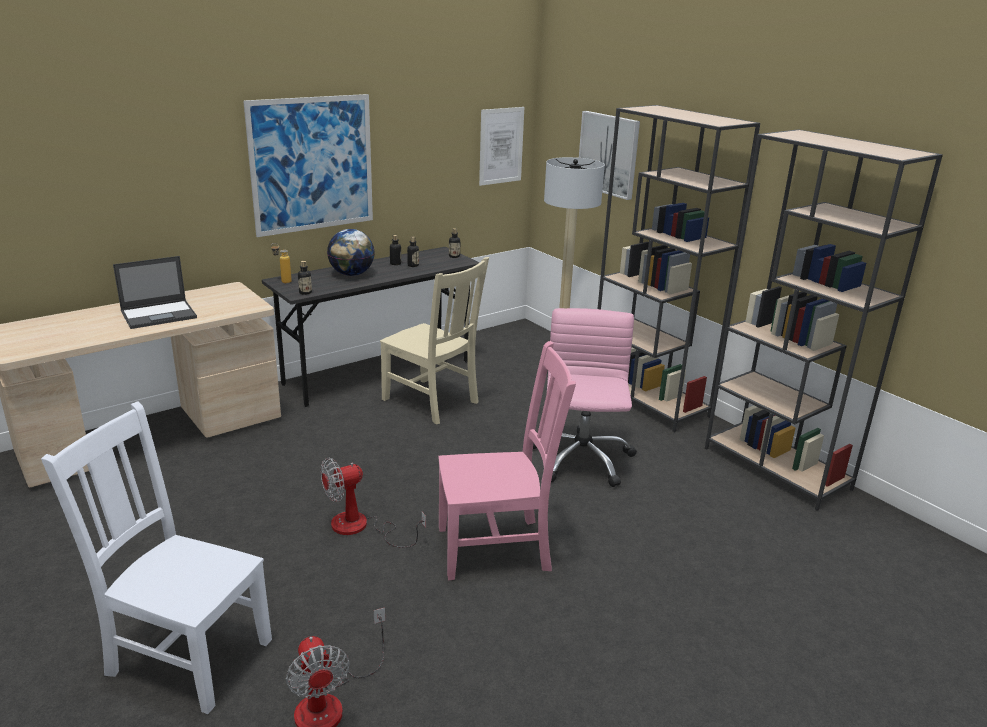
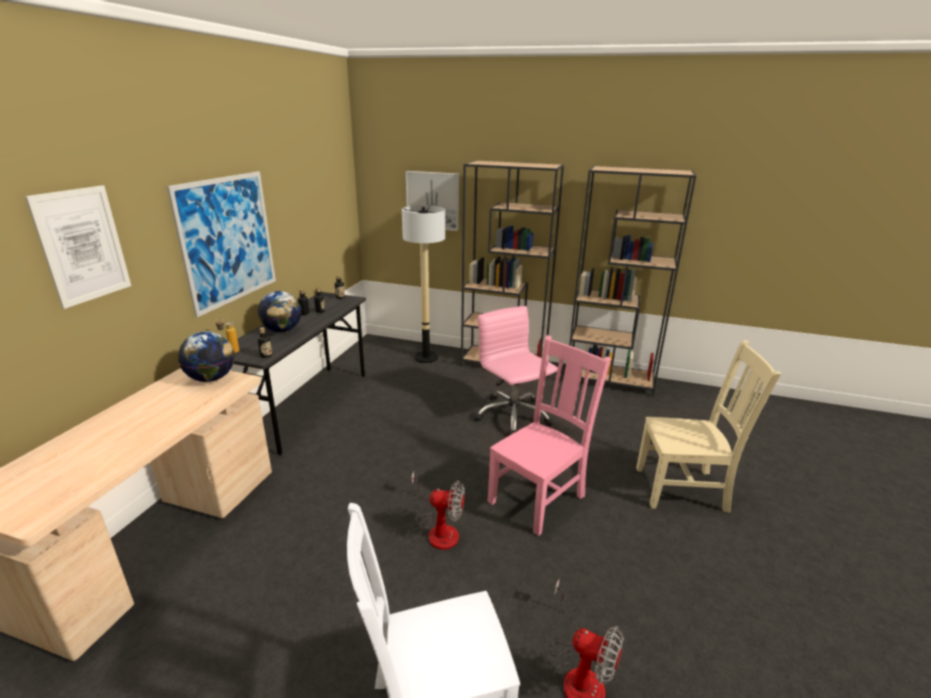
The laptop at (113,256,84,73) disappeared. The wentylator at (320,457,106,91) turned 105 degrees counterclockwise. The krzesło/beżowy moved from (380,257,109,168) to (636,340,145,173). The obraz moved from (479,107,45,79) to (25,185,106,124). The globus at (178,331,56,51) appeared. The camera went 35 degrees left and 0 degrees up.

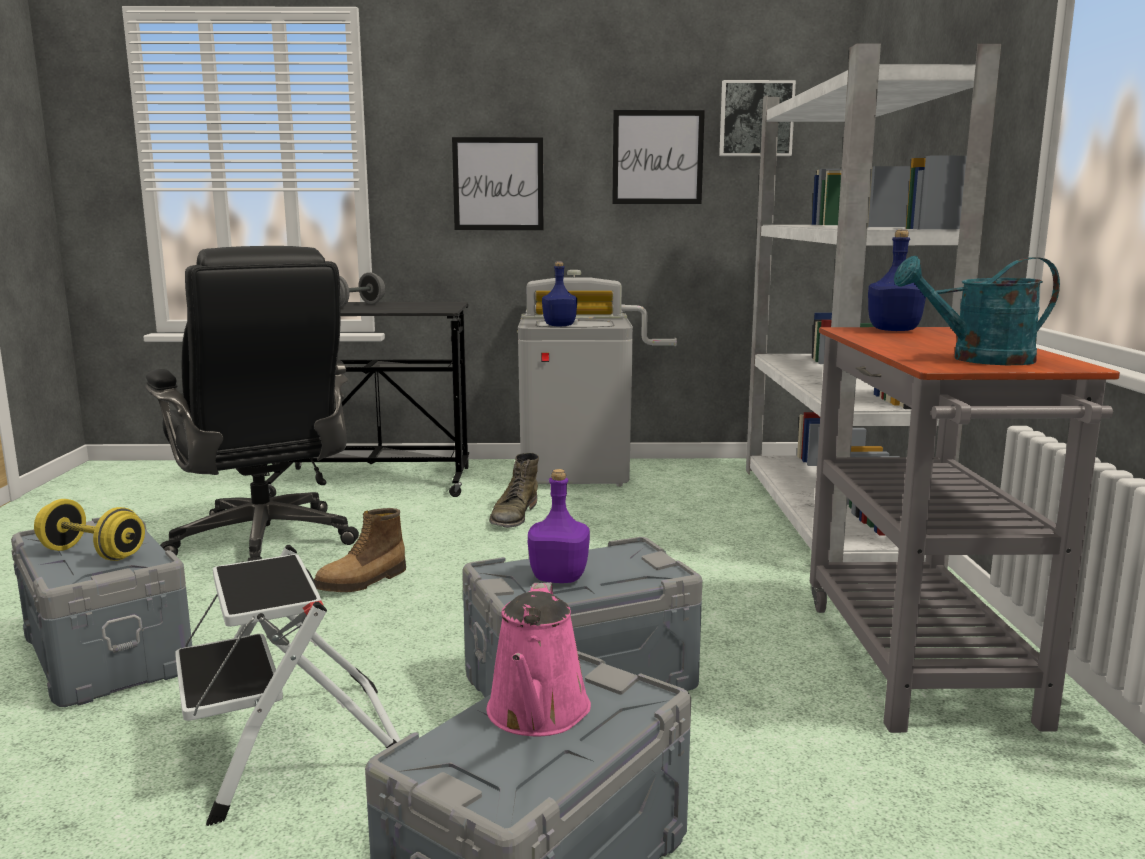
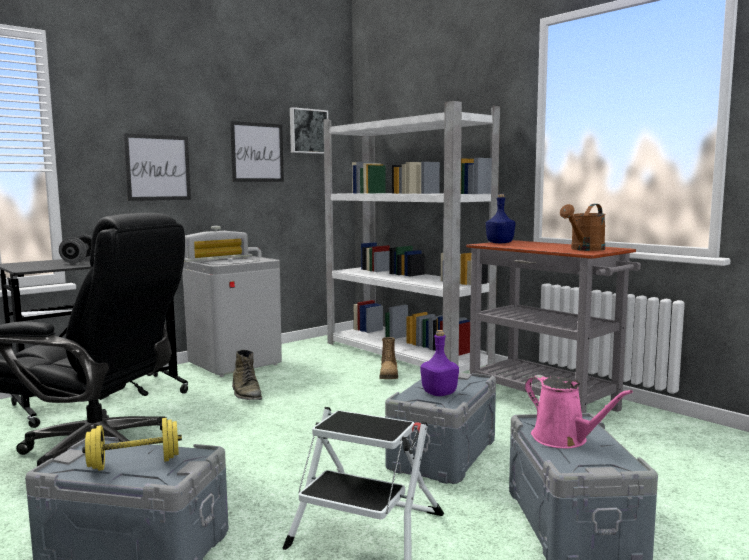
The but z cholewką moved from (314,508,92,84) to (379,337,19,42). The butelka/niebieski at (542,261,35,65) disappeared. The konewka/turkusowy at (894,256,166,109) became the konewka/brązowy at (560,204,46,47). The camera went 40 degrees left and 5 degrees down.

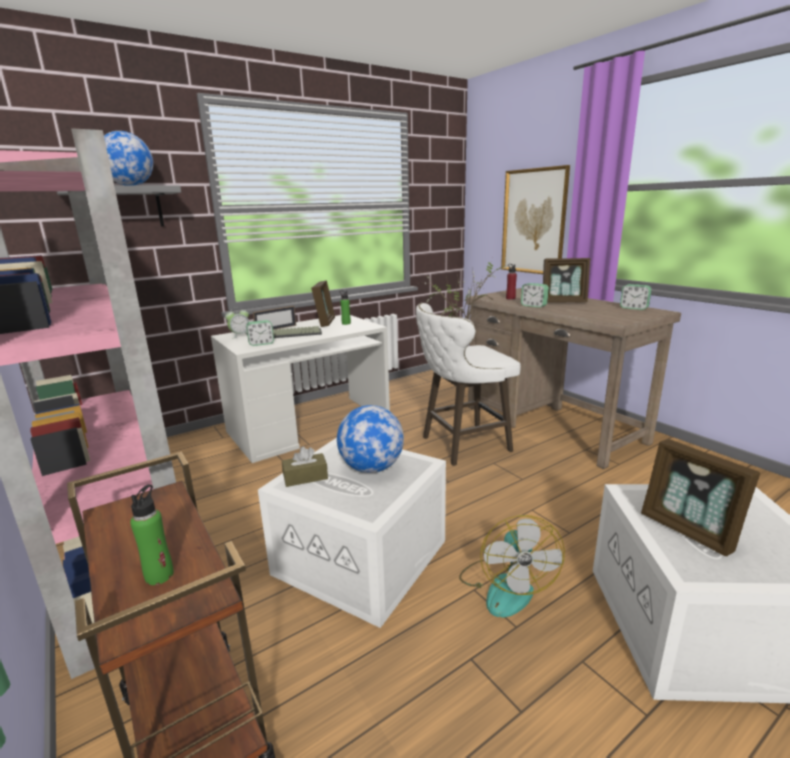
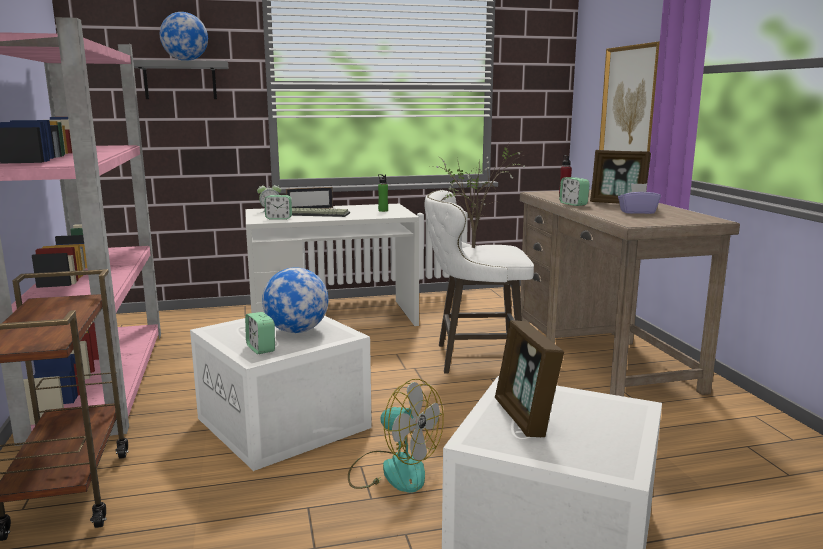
The butelka/zielony at (130,485,44,100) disappeared. The pudełko chusteczek/brązowy at (282,446,46,41) disappeared. The ramka na zdjęcie at (311,280,24,47) disappeared. The wentylator at (459,515,106,102) turned 75 degrees counterclockwise. The budzik moved from (620,284,32,26) to (245,312,30,42). The pudełko chusteczek/fioletowy at (618,184,43,30) appeared. The camera went 20 degrees right and 5 degrees down.

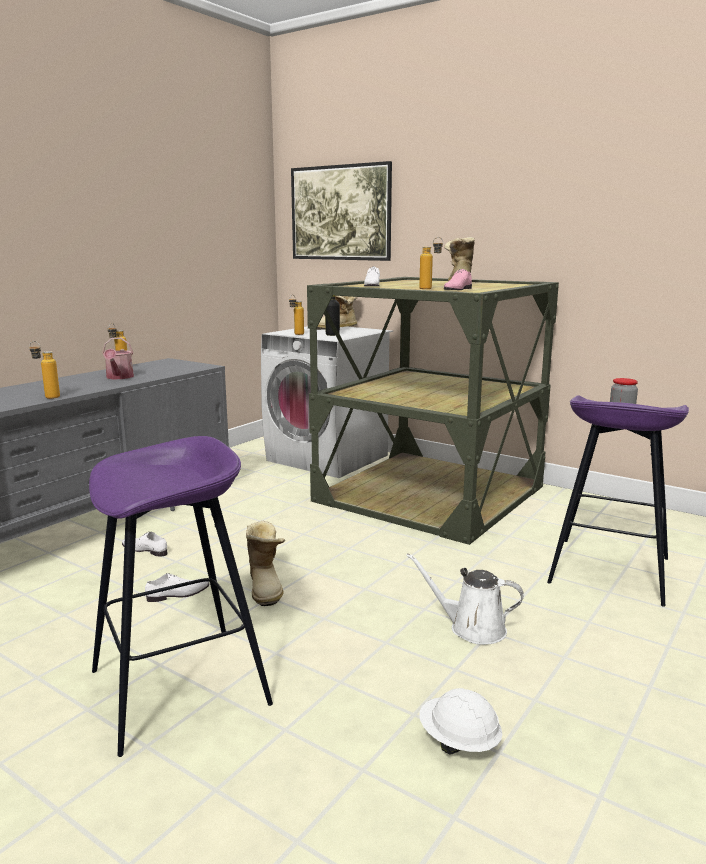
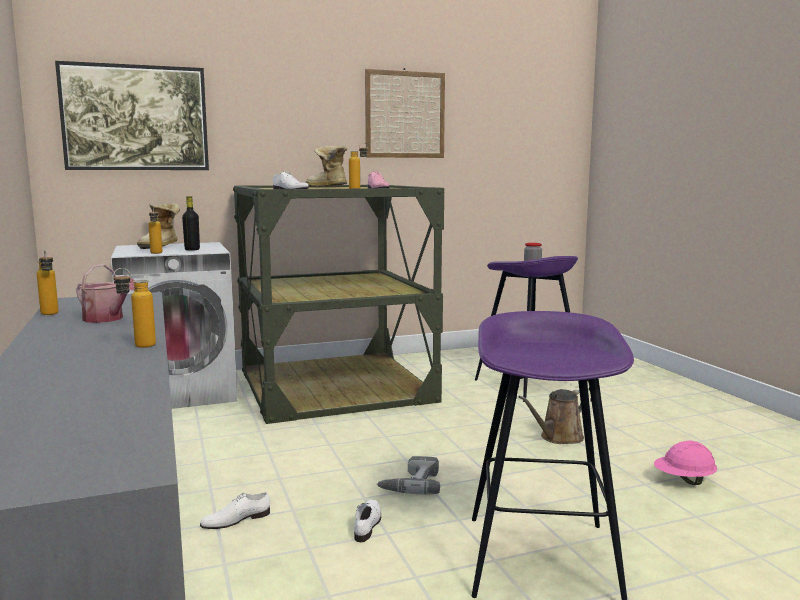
The but z cholewką at (246,521,39,85) was replaced by the wiertarka at (377,456,63,39). The konewka/biały at (406,553,118,92) became the konewka/brązowy at (518,389,66,55). The kask/biały at (419,688,83,66) became the kask/różowy at (654,441,63,44). The obraz at (365,68,80,90) appeared. The camera went 55 degrees left and 5 degrees down.

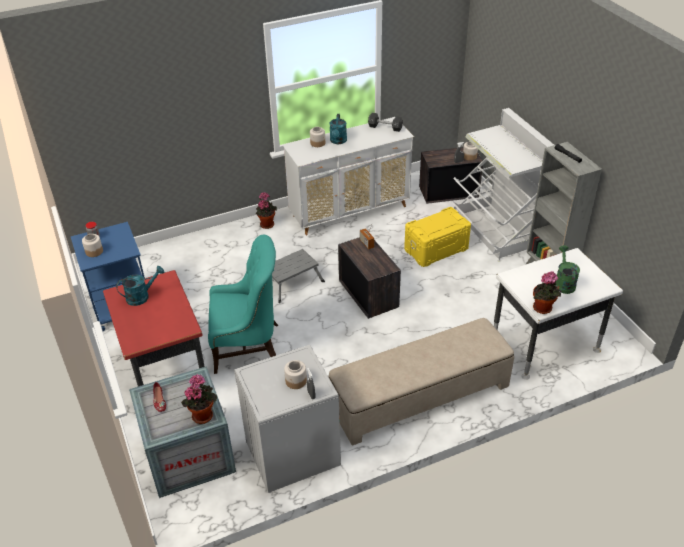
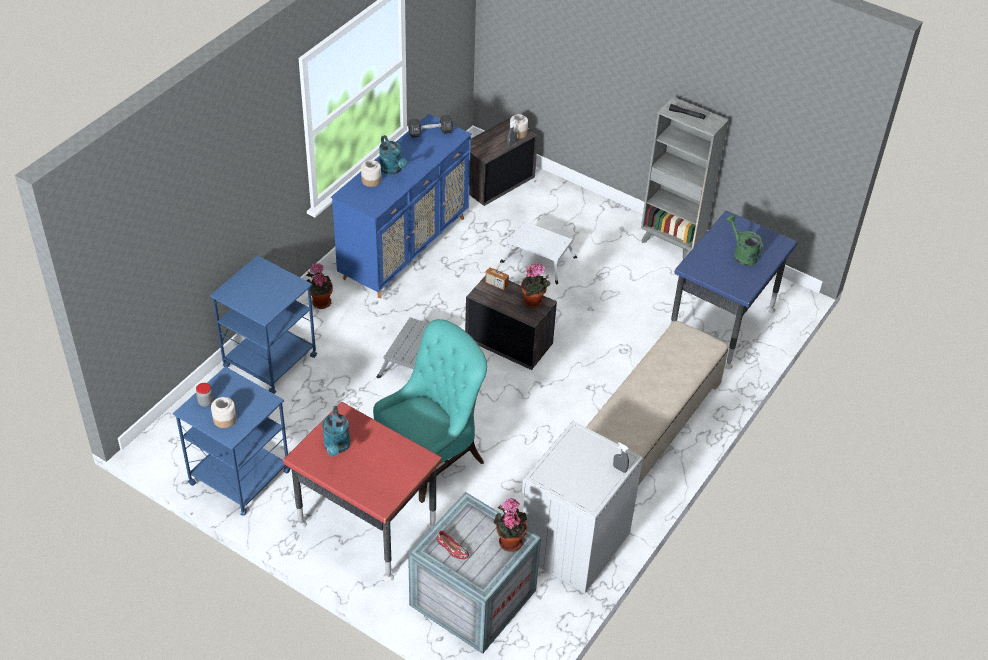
The konewka/turkusowy at (116,266,48,40) turned 150 degrees clockwise. The szafka/biały at (283,117,131,118) became the szafka/niebieski at (331,114,141,184). The słoik at (284,360,23,29) disappeared. The pojemnik do przechowywania/żółty at (404,207,67,60) was replaced by the drabinka/biały at (500,221,77,64). The regał na buty/biały at (451,108,103,154) disappeared. The biurko/biały at (494,248,129,132) became the biurko/niebieski at (671,211,126,158). The roślina doniczkowa moved from (533,271,28,43) to (521,263,30,45). The wózek/niebieski at (210,255,107,139) appeared. The camera went 35 degrees left and 5 degrees up.

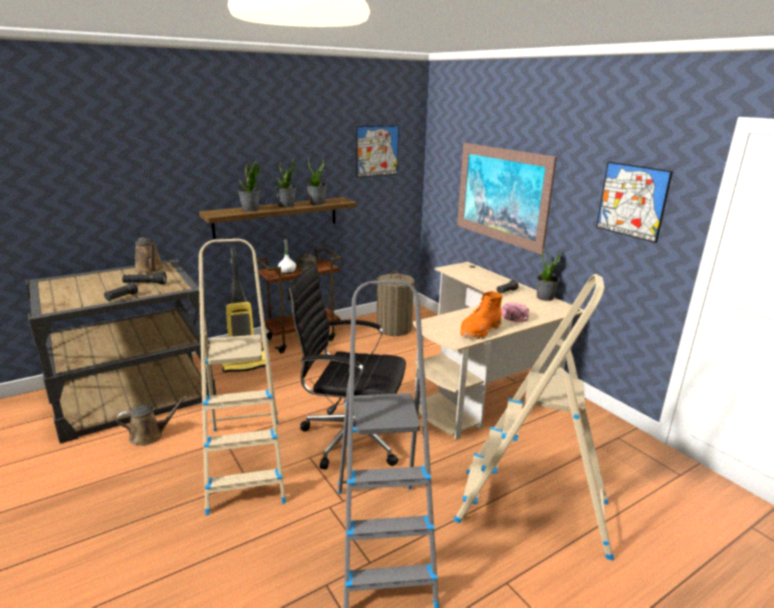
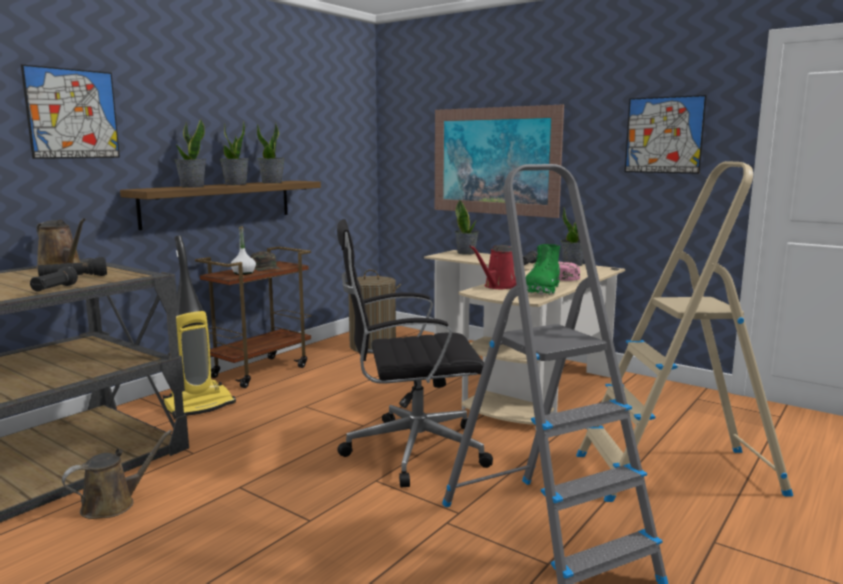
The drabinka/beżowy at (199,239,87,277) disappeared. The obraz moved from (356,125,43,53) to (21,64,99,95). The but z cholewką/pomarańczowy at (460,291,43,48) became the but z cholewką/zielony at (526,244,34,51). The roślina doniczkowa at (455,199,24,56) appeared. The konewka/czerwony at (469,245,47,44) appeared. The camera went 20 degrees left and 10 degrees down.

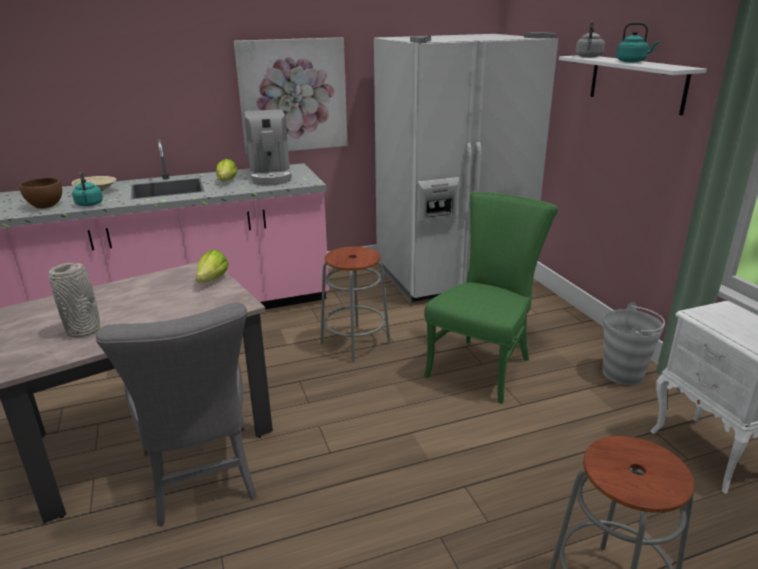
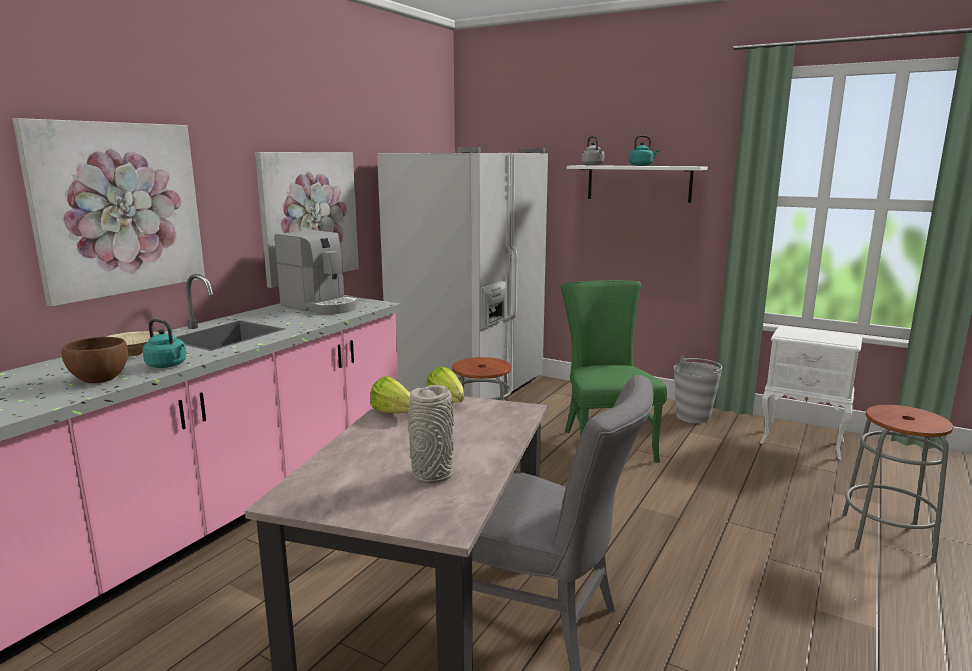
The sałata moved from (216,159,21,22) to (370,376,40,37). The obraz at (13,118,192,189) appeared. The camera went 40 degrees left and 10 degrees down.

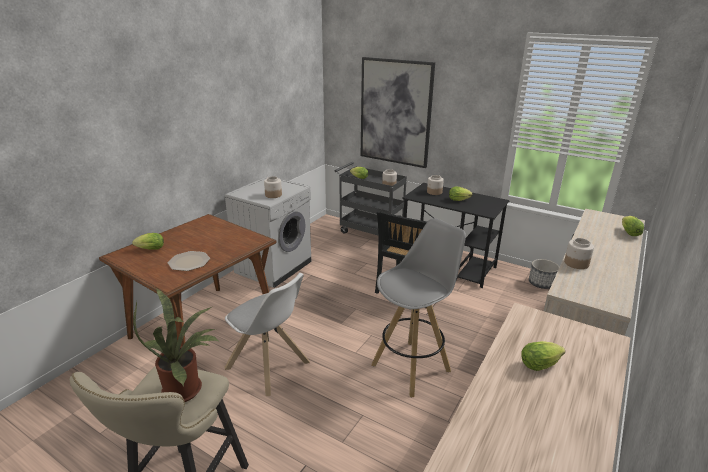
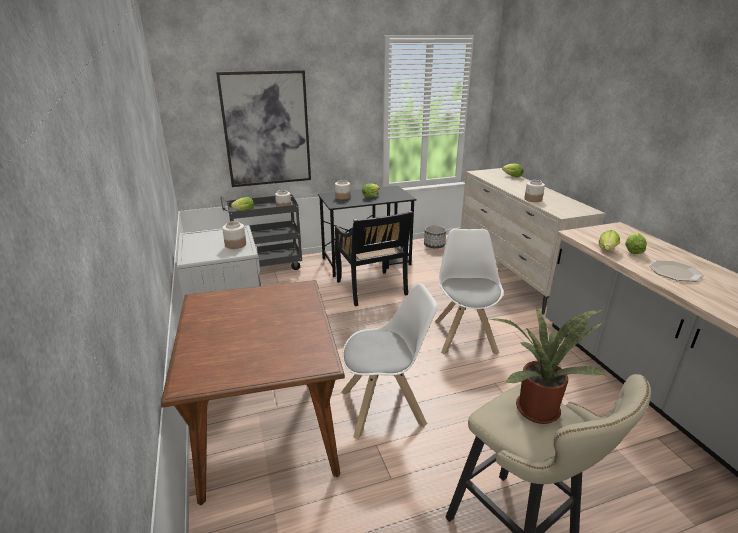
The sałata moved from (132,233,32,17) to (598,230,22,21). The talerz moved from (168,251,42,20) to (649,260,55,21). The stołek/szary at (371,218,95,179) was replaced by the krzesło at (435,229,69,126). The camera went 50 degrees left and 0 degrees up.

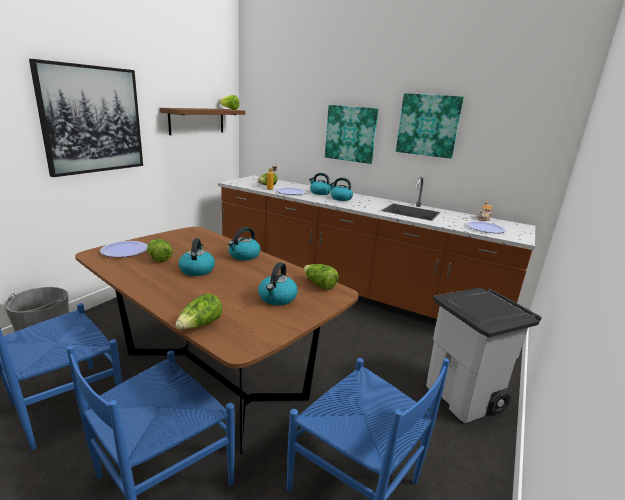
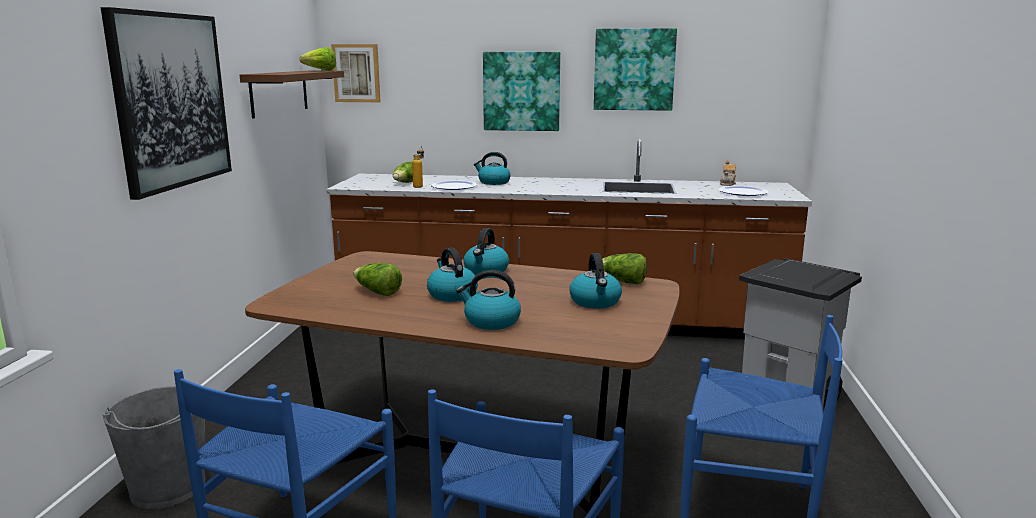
The talerz at (100,241,48,16) disappeared. The sałata at (176,294,46,35) disappeared. The czajnik moved from (329,178,24,23) to (456,270,65,60). The obraz at (331,44,49,58) appeared. The camera went 20 degrees left and 5 degrees down.

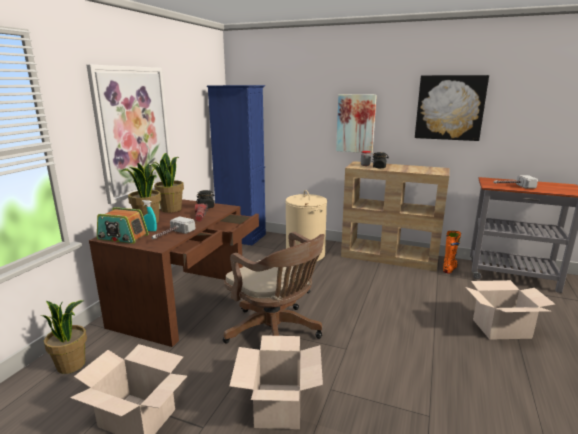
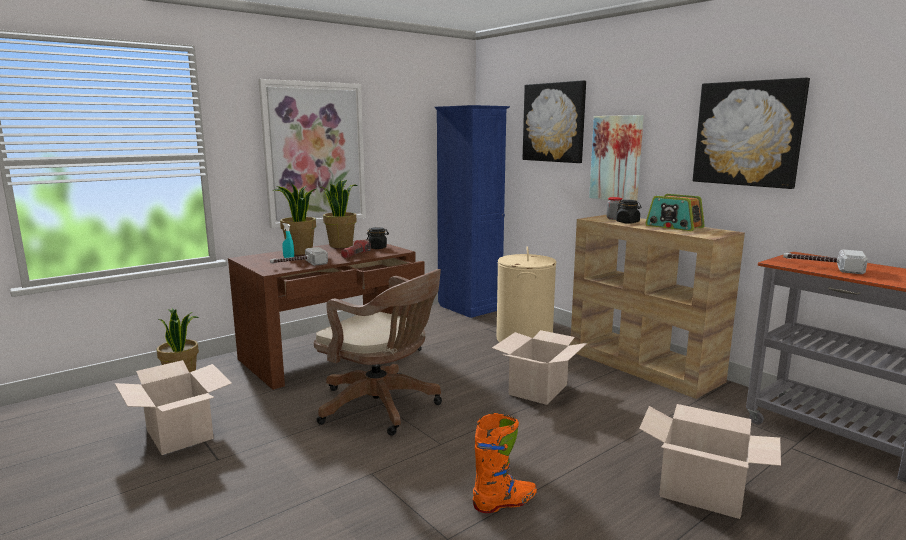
The radio moved from (97,207,52,37) to (645,194,60,37). The krzesło biurowe/brązowy at (223,232,101,112) turned 45 degrees counterclockwise. The karton moved from (229,335,94,94) to (492,330,95,75). The but z cholewką/pomarańczowy moved from (443,231,18,43) to (473,413,64,100). The obraz at (523,80,63,83) appeared. The camera went 30 degrees right and 5 degrees down.

